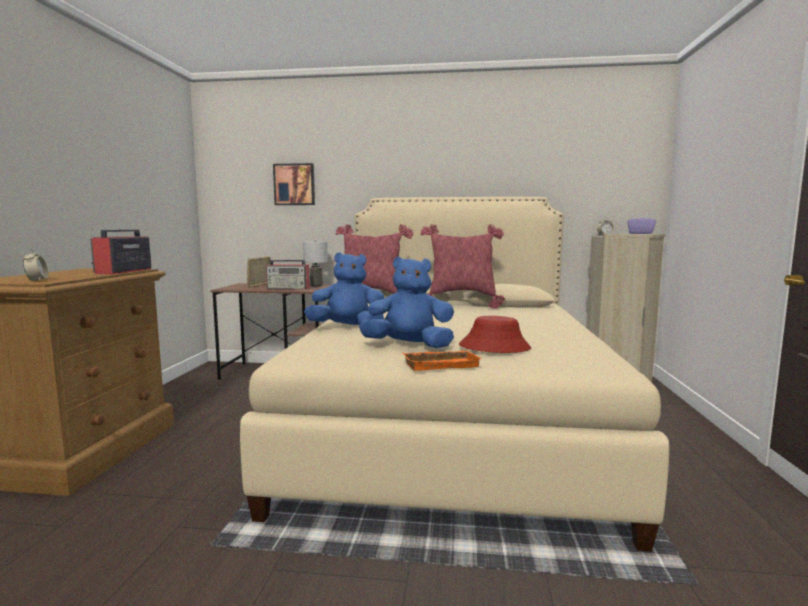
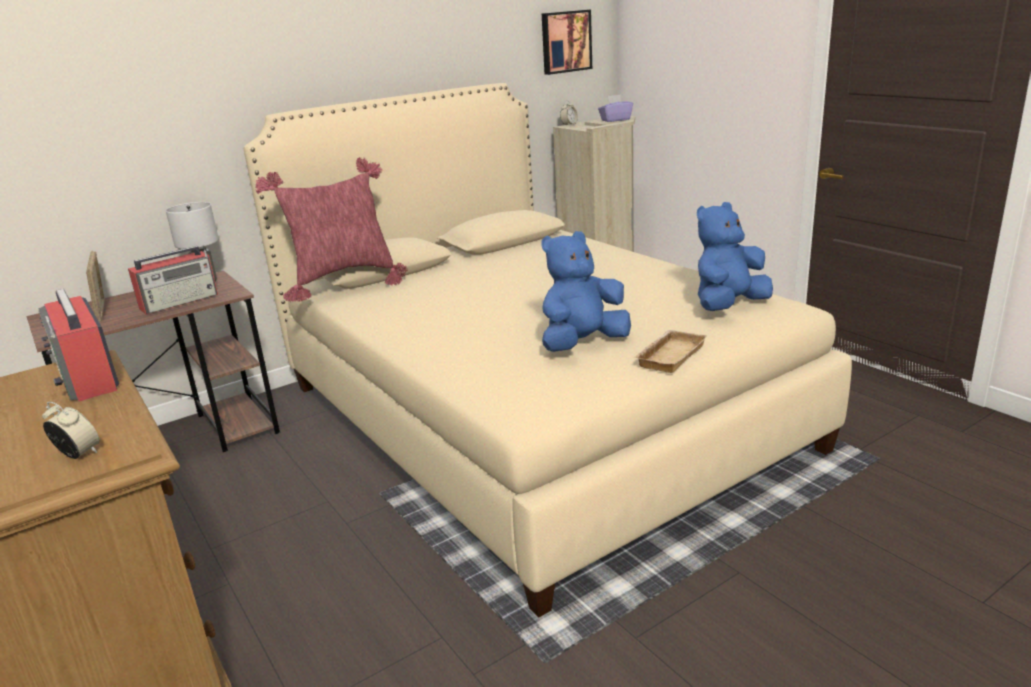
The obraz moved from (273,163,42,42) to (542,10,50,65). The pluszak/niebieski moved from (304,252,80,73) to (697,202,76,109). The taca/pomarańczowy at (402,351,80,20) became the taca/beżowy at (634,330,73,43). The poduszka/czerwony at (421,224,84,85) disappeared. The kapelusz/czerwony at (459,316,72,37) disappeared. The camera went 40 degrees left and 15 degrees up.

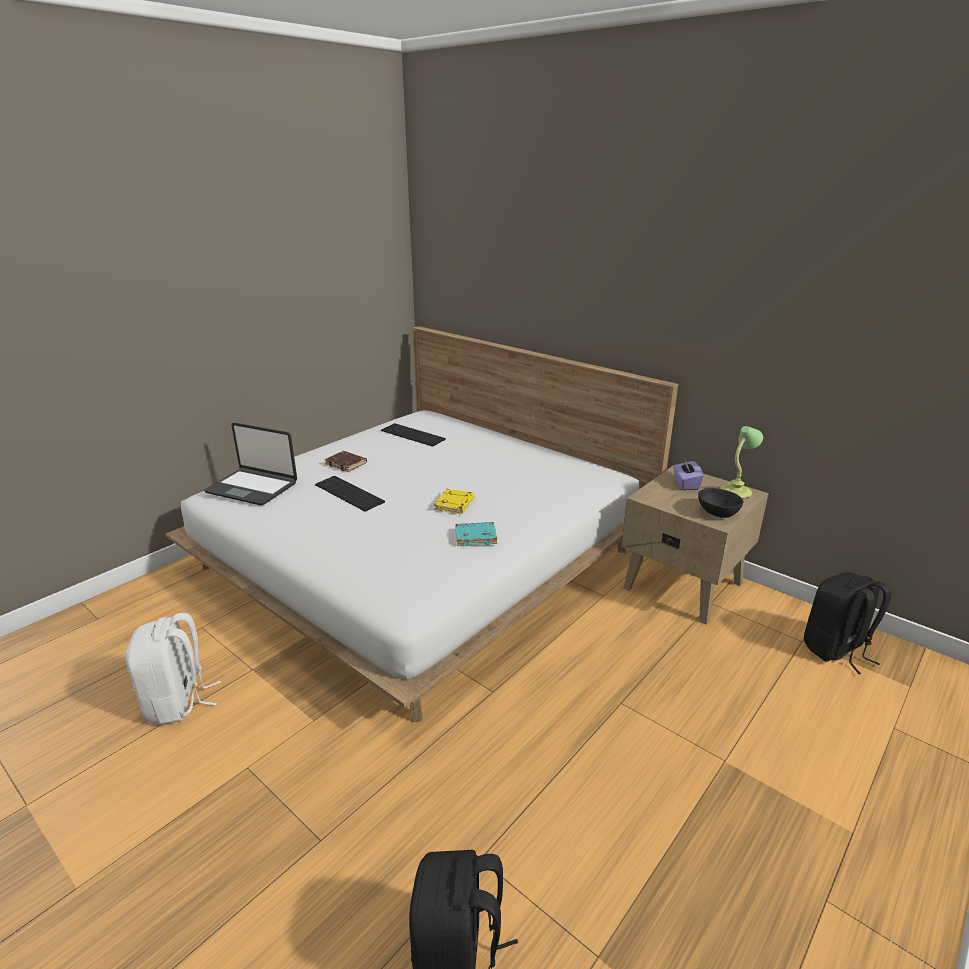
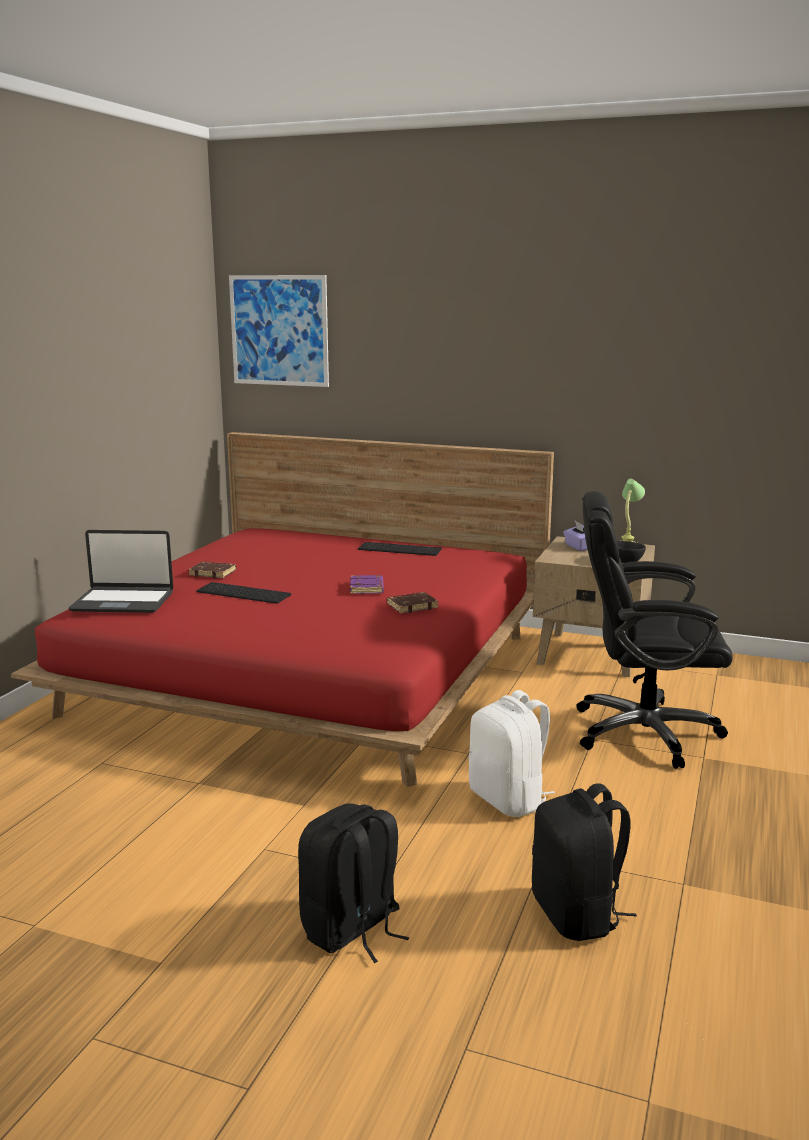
The plecak/biały moved from (126,613,95,111) to (469,690,86,127). The łóżko/biały at (165,326,514,396) became the łóżko/czerwony at (11,432,543,355). The klawiatura moved from (381,423,65,24) to (358,542,84,14). The książka/żółty at (434,489,40,25) became the książka/fioletowy at (350,575,34,19). The książka/turkusowy at (456,522,41,24) became the książka/brązowy at (387,592,52,22). The plecak/czarny moved from (804,572,88,102) to (298,803,111,160). The obraz at (229,275,100,112) appeared. The krzesło biurowe/czarny at (576,491,157,278) appeared. The camera went 20 degrees left and 10 degrees down.

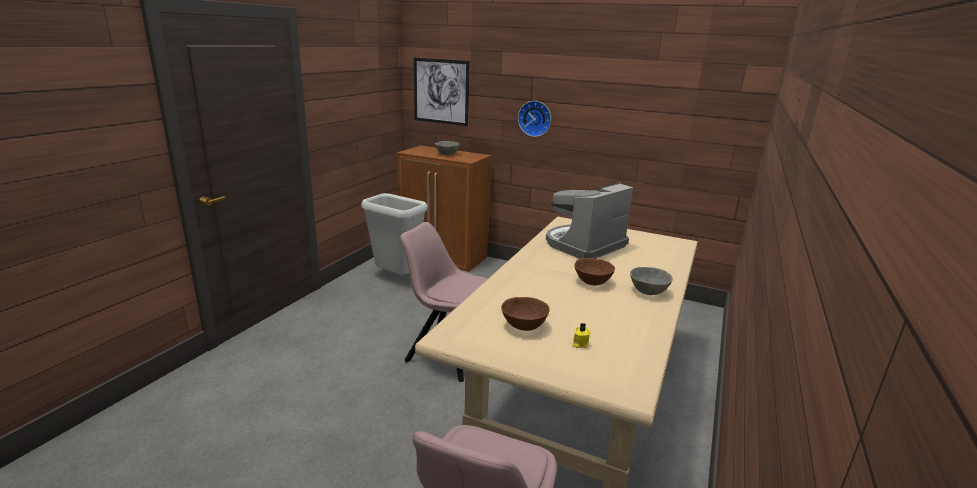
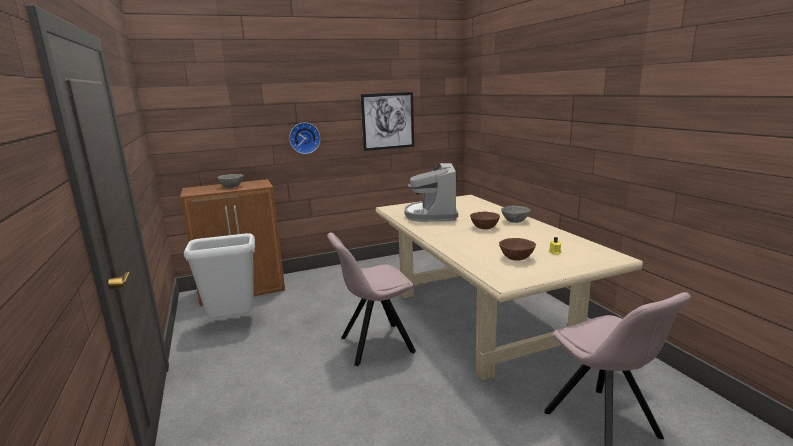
The obraz moved from (414,57,56,69) to (360,92,54,59). The camera went 45 degrees left and 5 degrees down.

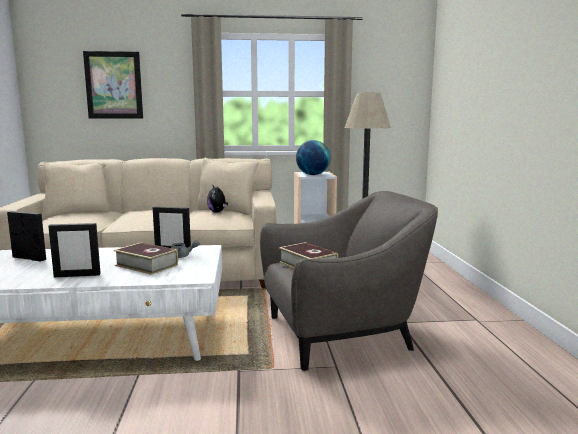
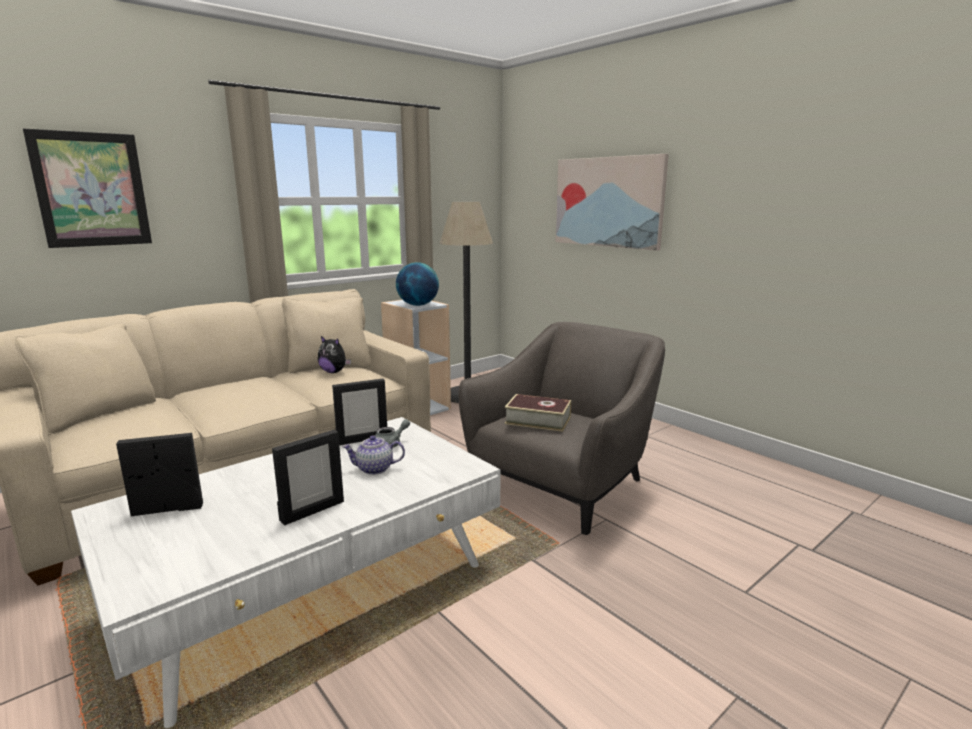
The książka at (114,242,64,33) was replaced by the imbryk at (342,435,63,40). The obraz at (555,154,114,97) appeared. The camera went 35 degrees left and 5 degrees up.

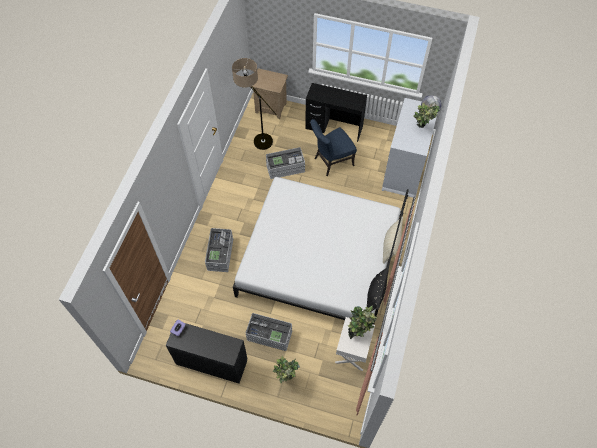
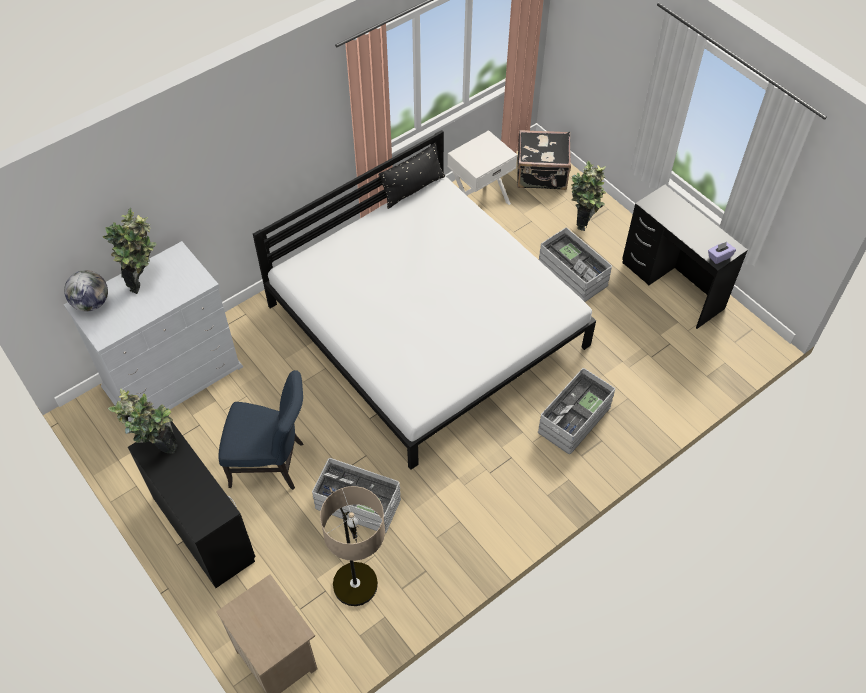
The roślina doniczkowa moved from (348,306,29,33) to (108,388,70,66). The poduszka/beżowy at (383,217,20,47) disappeared. The walizka/czarny at (517,130,54,60) appeared. The camera went 145 degrees left and 5 degrees down.

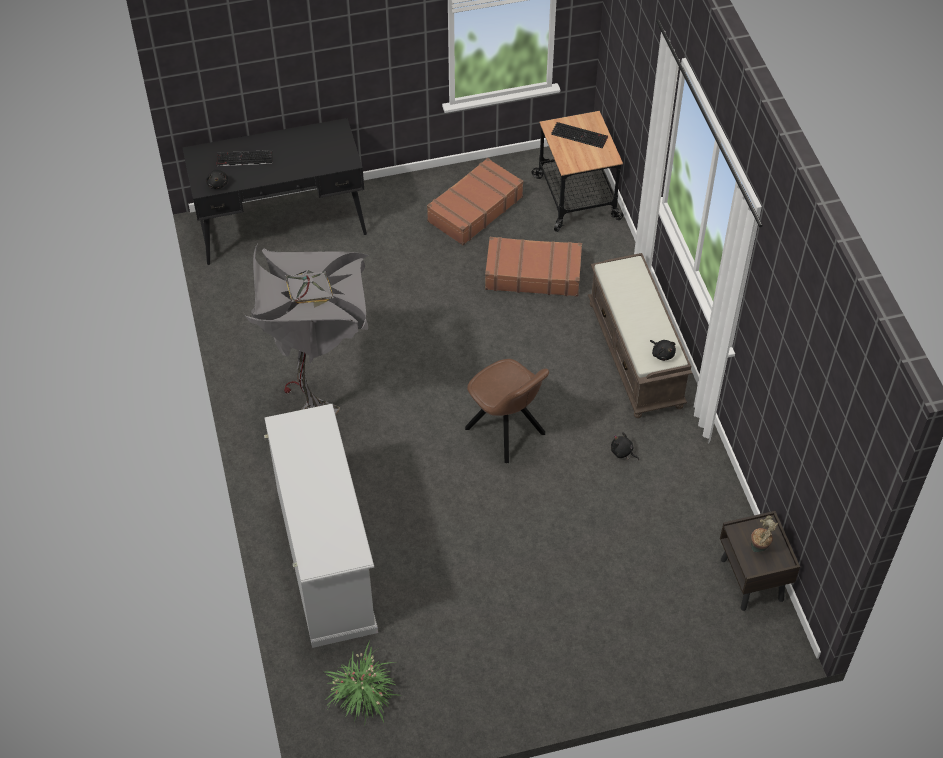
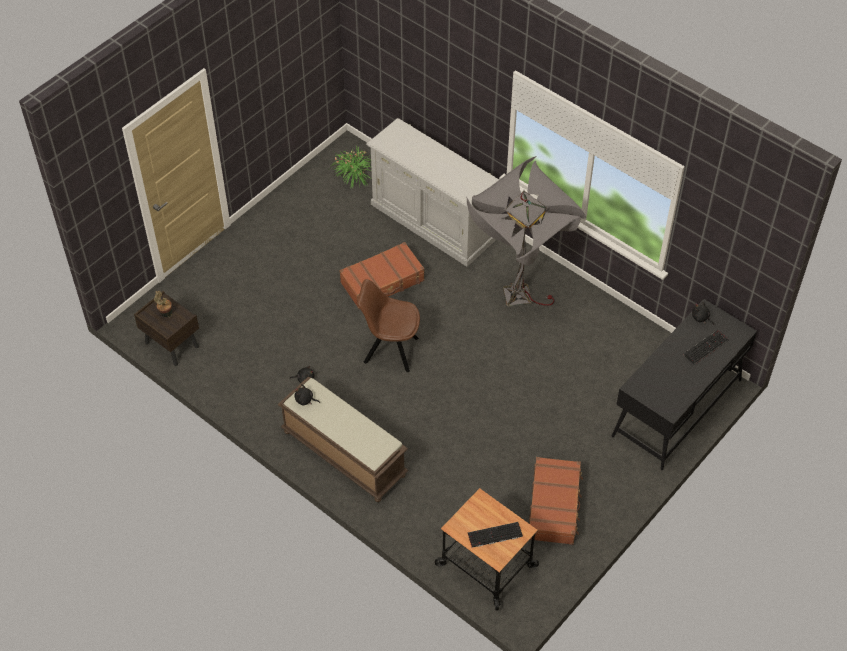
The walizka/brązowy moved from (485,237,97,60) to (339,242,86,67). The camera went 145 degrees right and 0 degrees up.

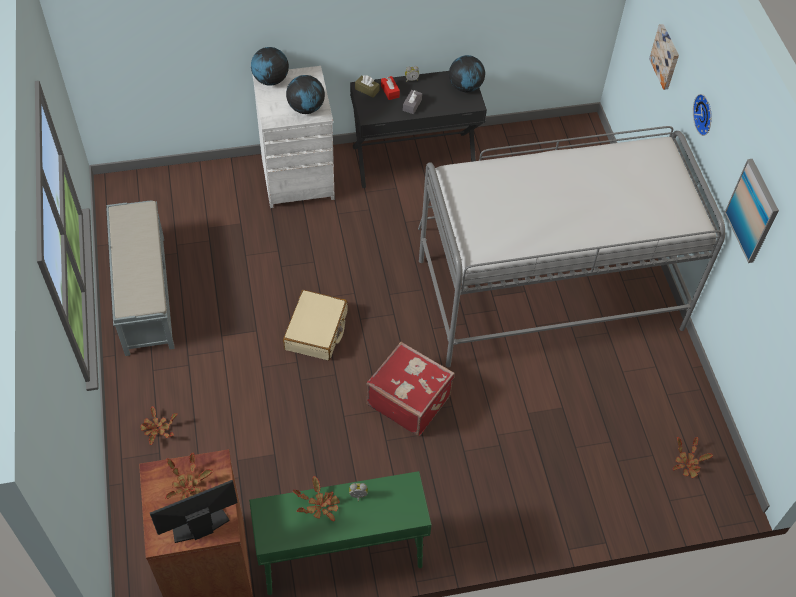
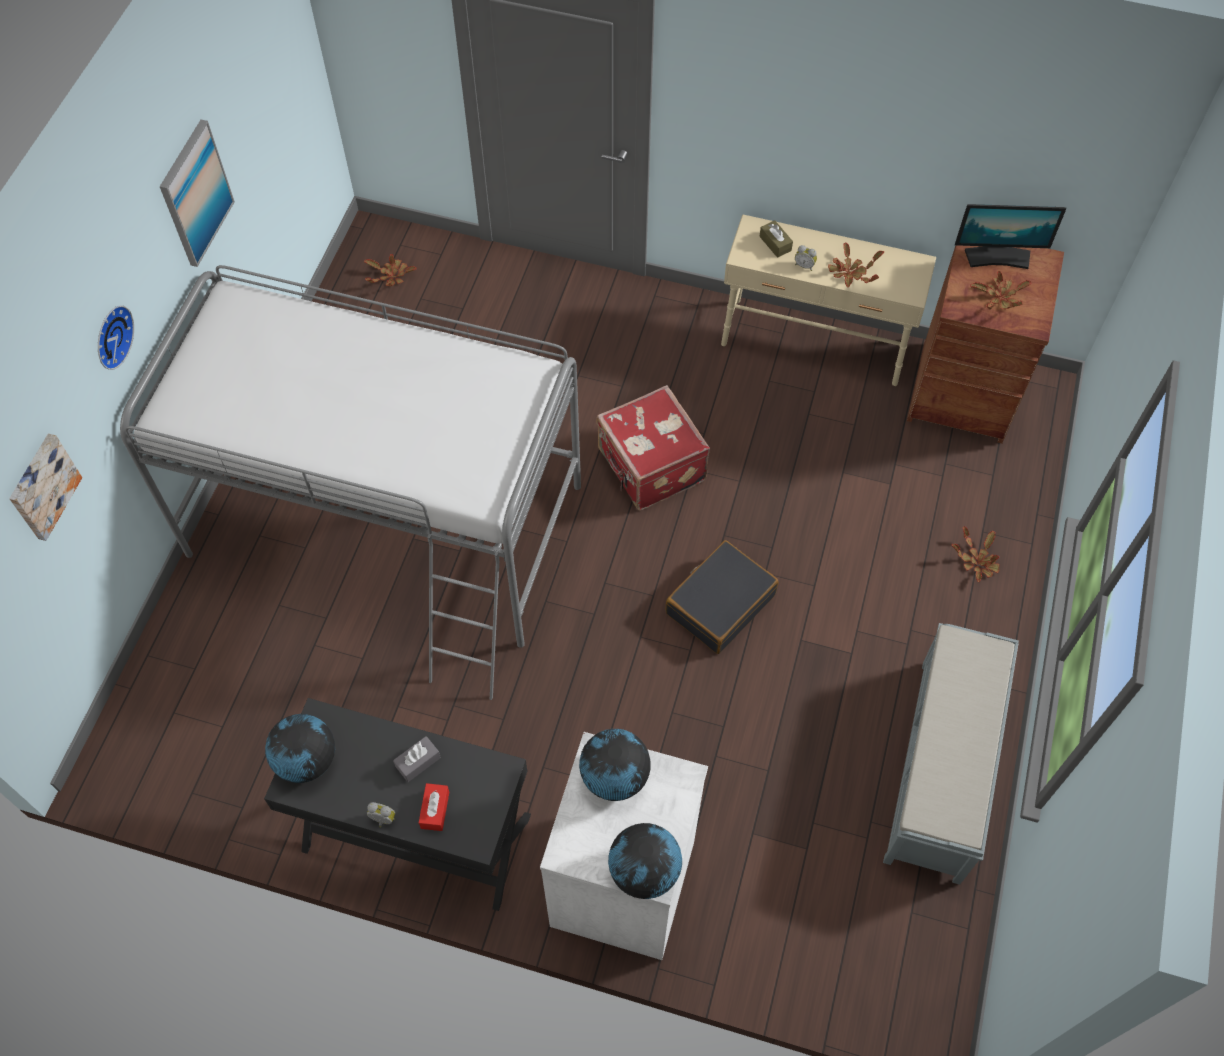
The stolik konsolowy/zielony at (249,471,183,124) became the stolik konsolowy/beżowy at (721,215,215,171). The walizka/beżowy at (283,290,65,71) became the walizka/czarny at (665,540,114,114). The pudełko chusteczek/brązowy moved from (355,75,25,23) to (759,220,34,38). The camera went 150 degrees left and 5 degrees up.

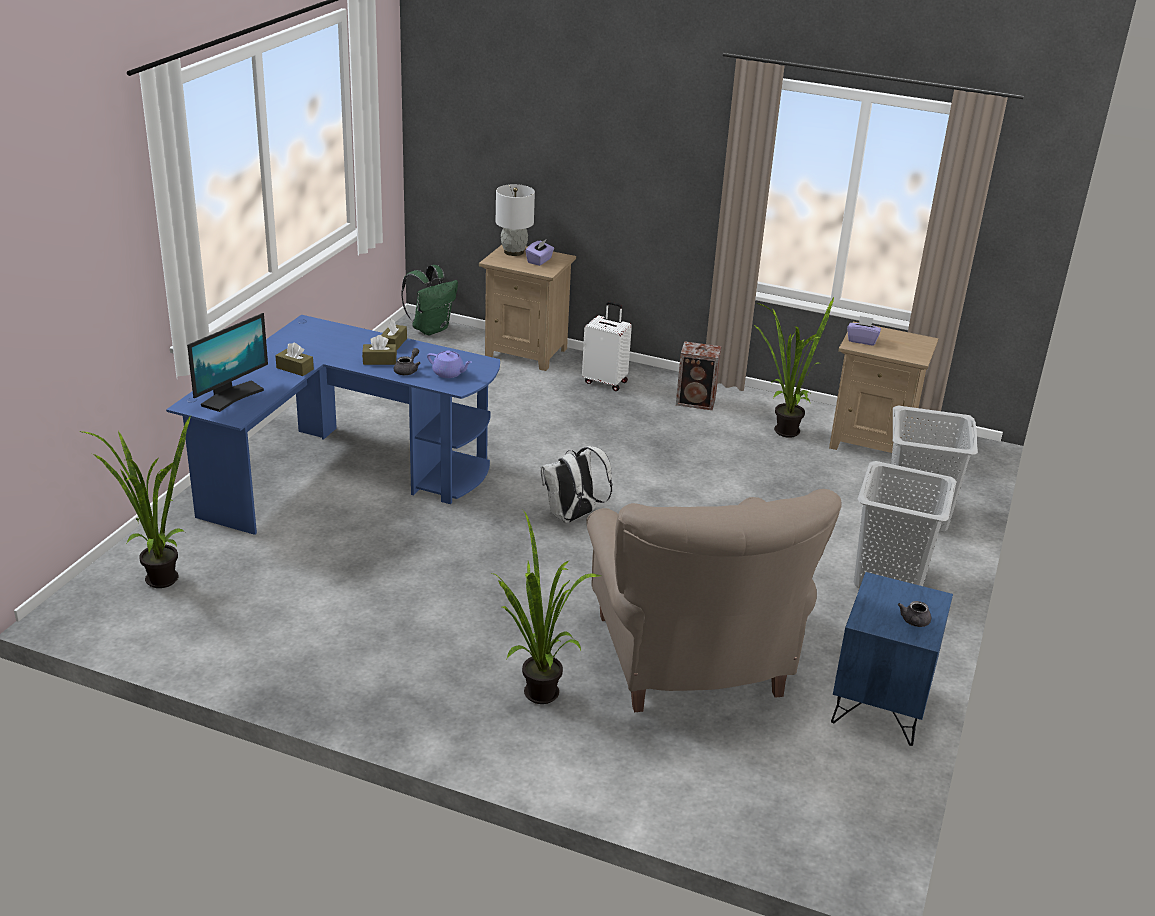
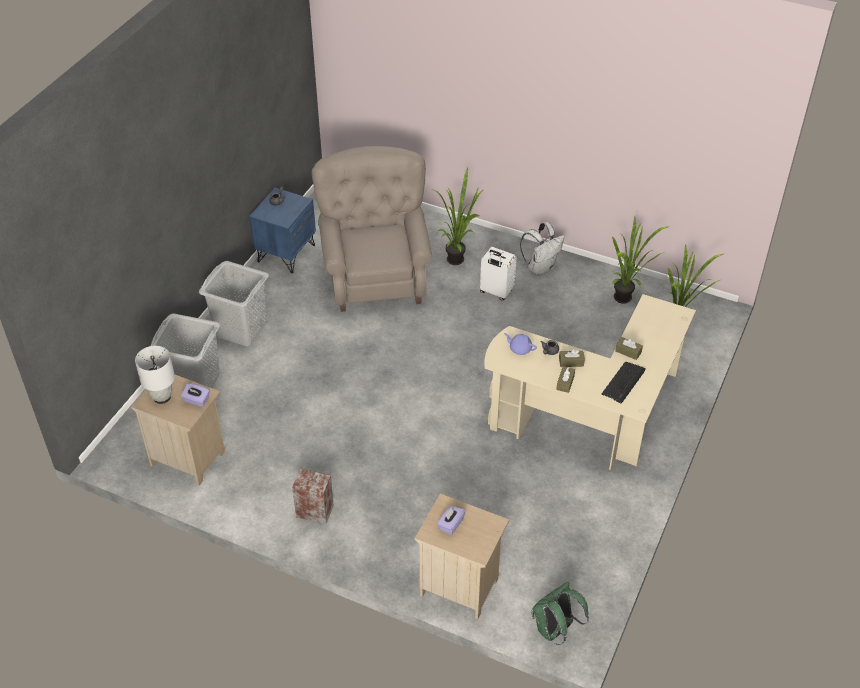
The biurko/niebieski at (166,315,334,220) became the biurko/beżowy at (484,294,212,176). The monitor at (187,313,81,99) disappeared. The lampa stołowa/biały moved from (496,184,39,72) to (135,346,40,58). The plecak/biały moved from (541,446,72,77) to (520,222,45,54). The walizka/biały moved from (582,302,50,89) to (480,247,36,53). The roślina doniczkowa moved from (753,296,82,142) to (611,217,58,87). The klawiatura at (602,361,44,43) appeared. The camera went 175 degrees left and 15 degrees up.

